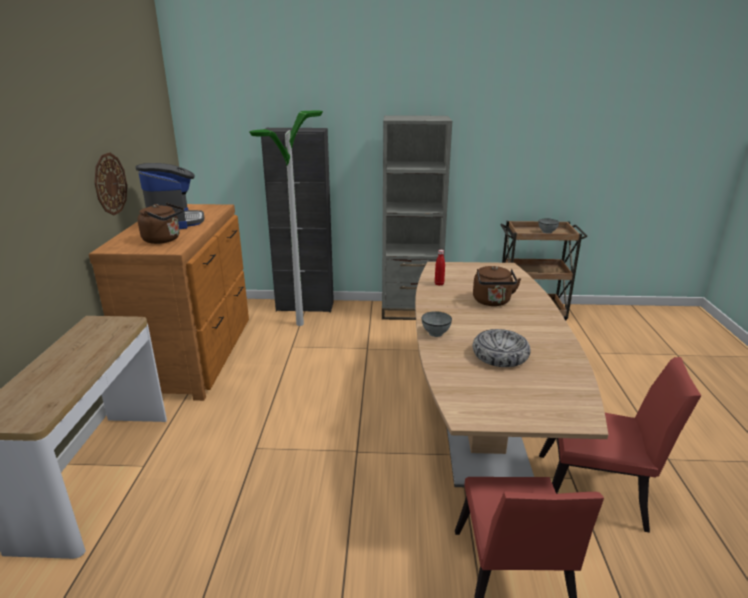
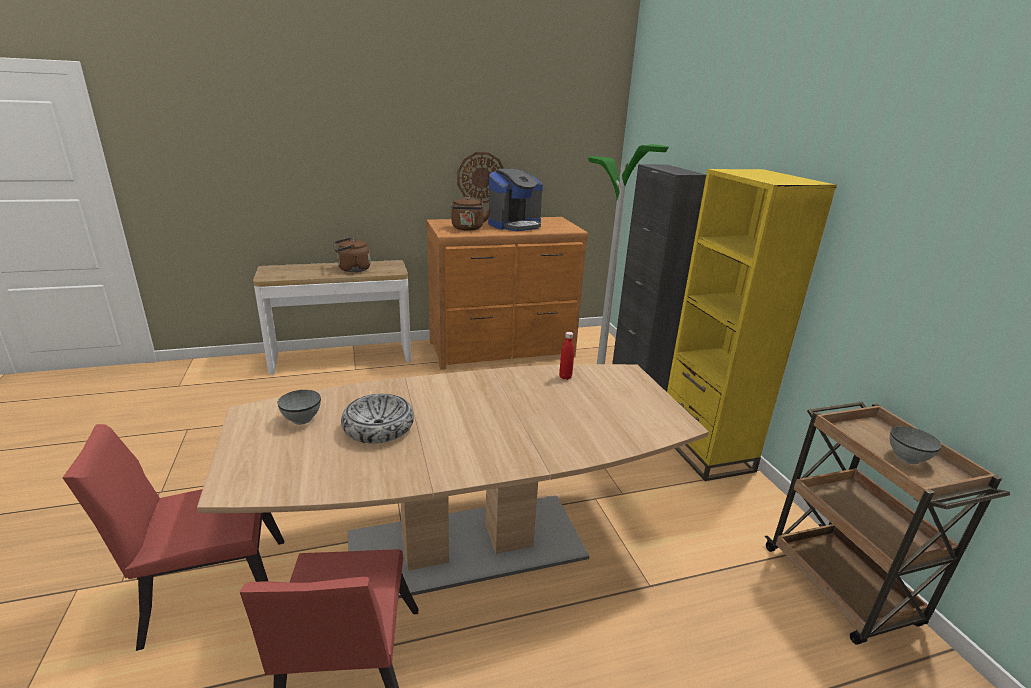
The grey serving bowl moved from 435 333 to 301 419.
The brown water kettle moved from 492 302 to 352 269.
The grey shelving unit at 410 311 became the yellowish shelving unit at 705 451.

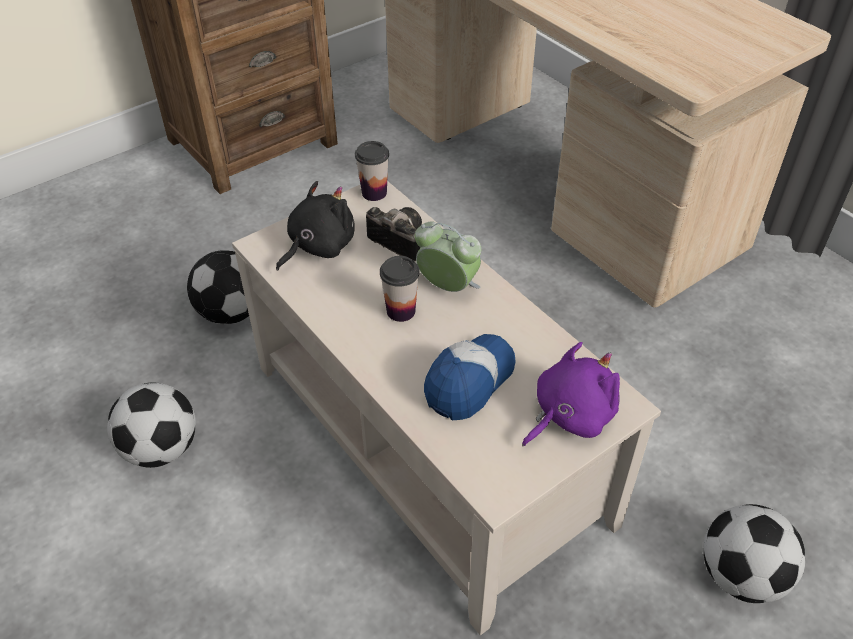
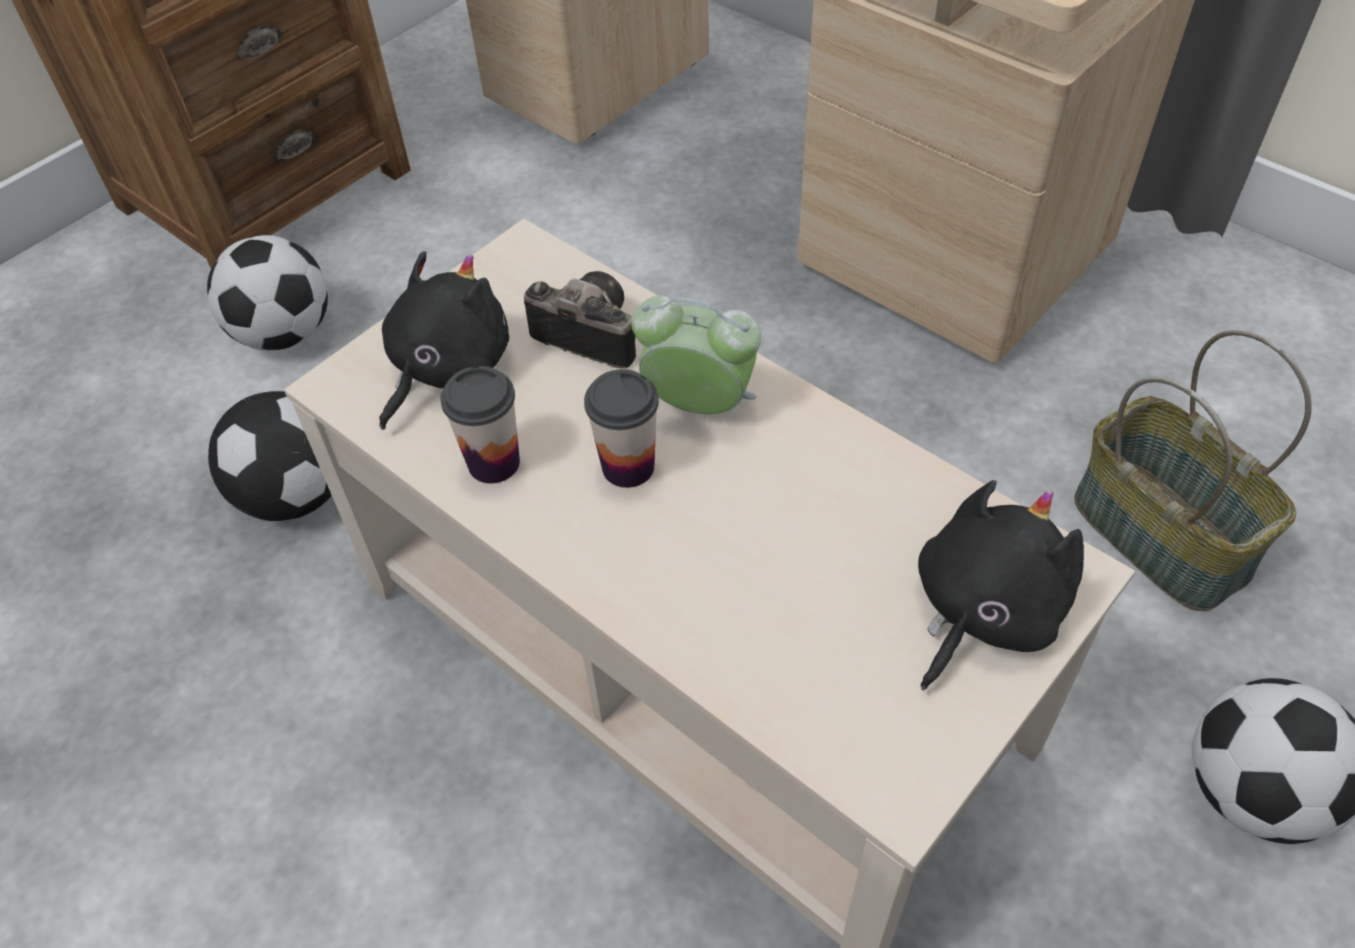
The peaked cap at 469 381 disappeared.
The storage basket at 1163 535 appeared.
The ball for football moved from 161 449 to 284 334.
The small cup moved from 374 193 to 494 463.
The purplish cuddly toy at 569 415 became the blackish cuddly toy at 982 611.

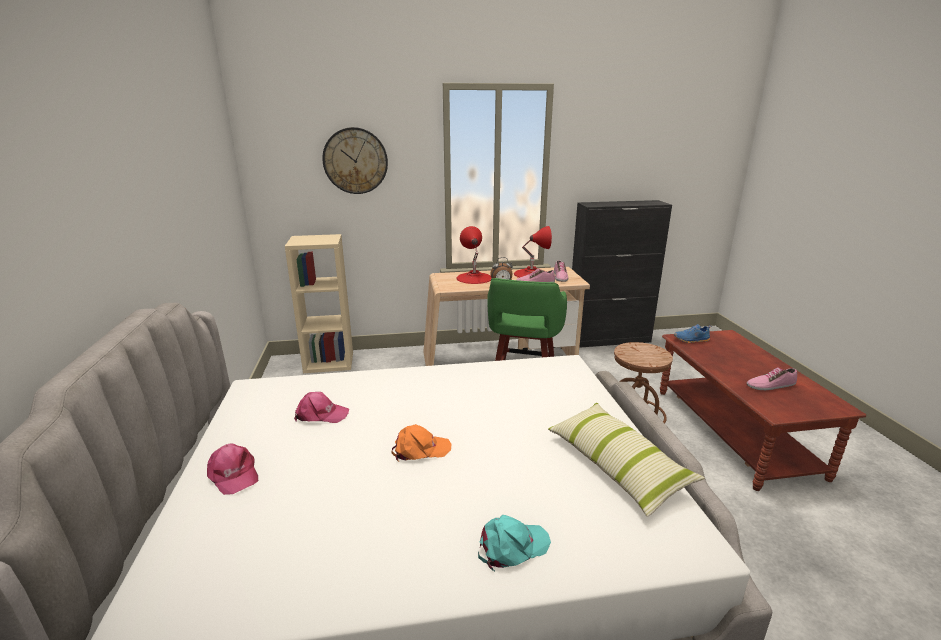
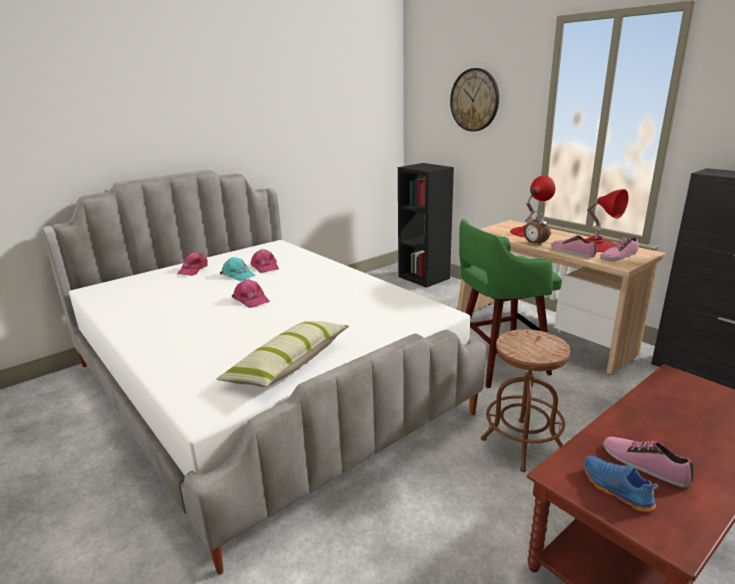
The blue-green peaked cap moved from 512 547 to 238 275.
The blue-coloured shoe moved from 691 340 to 615 489.
The beige shelving unit at 329 362 became the blackish shelving unit at 424 277.
The orange peaked cap at 420 450 became the pinkish peaked cap at 251 300.

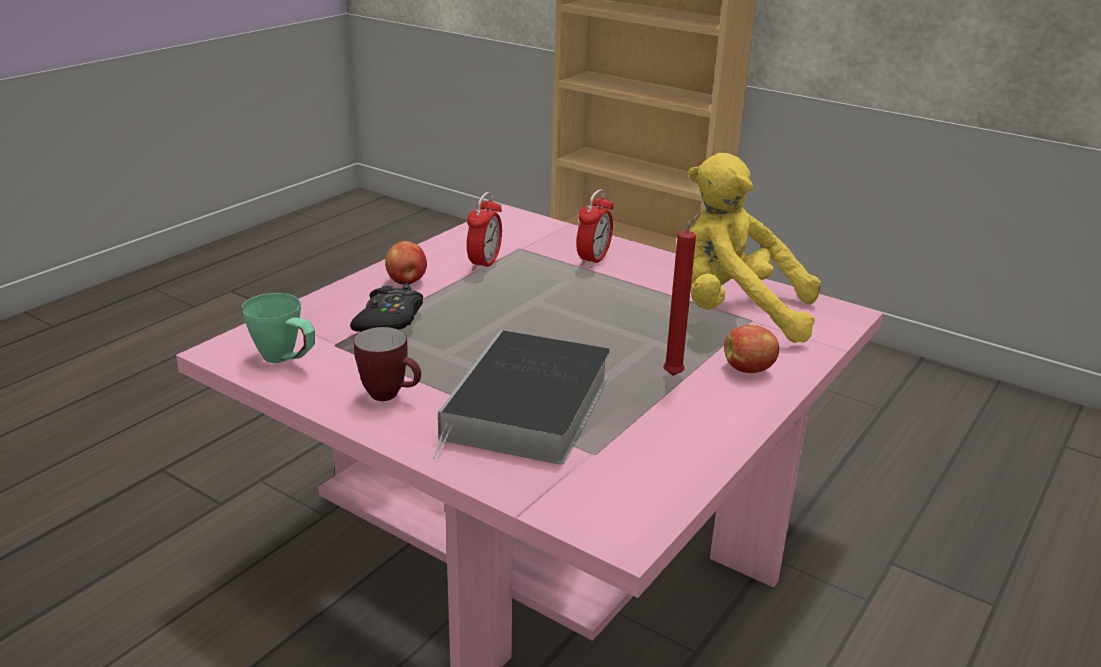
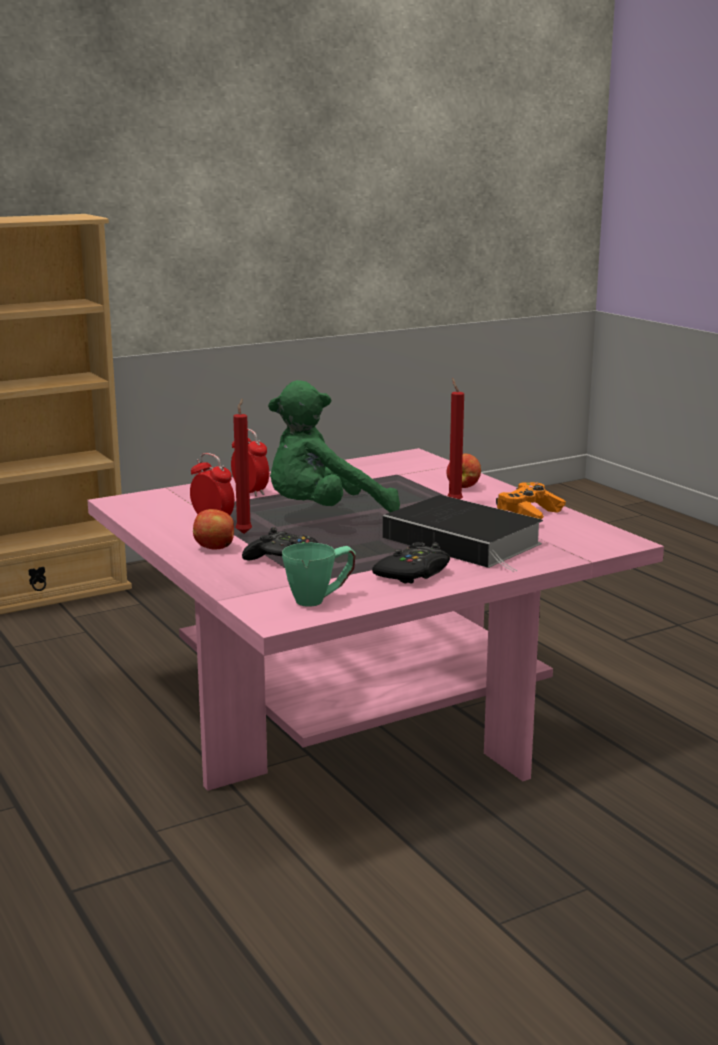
The yellowish cuddly toy at 734 314 disappeared.
The red wax light at 244 533 appeared.
The green cuddly toy at 323 514 appeared.
The orange game controller at 529 515 appeared.
The coffee mug at 391 395 was replaced by the blackish game controller at 413 573.

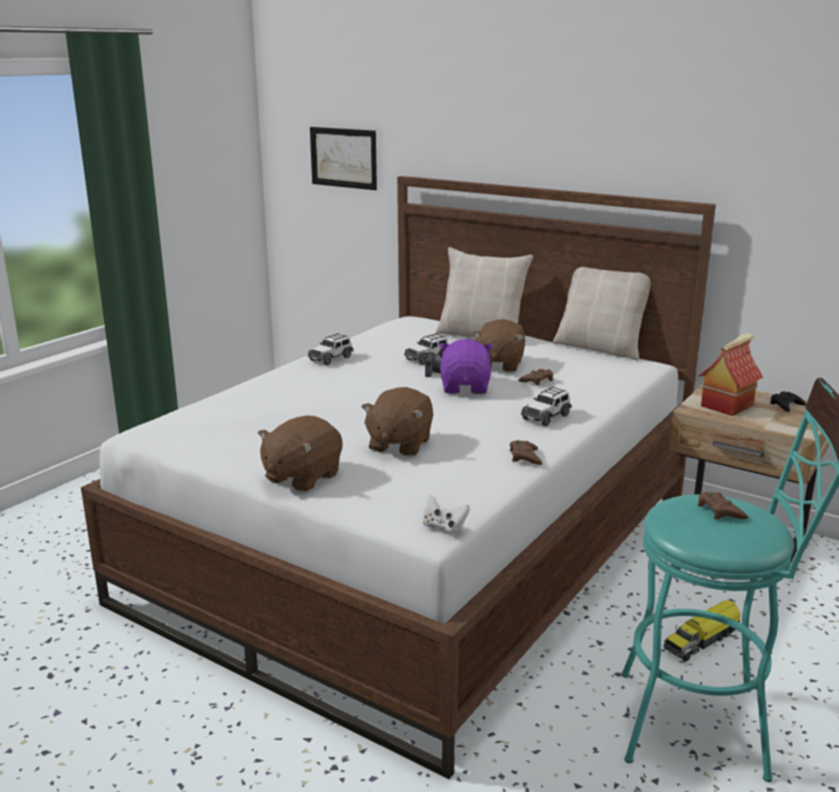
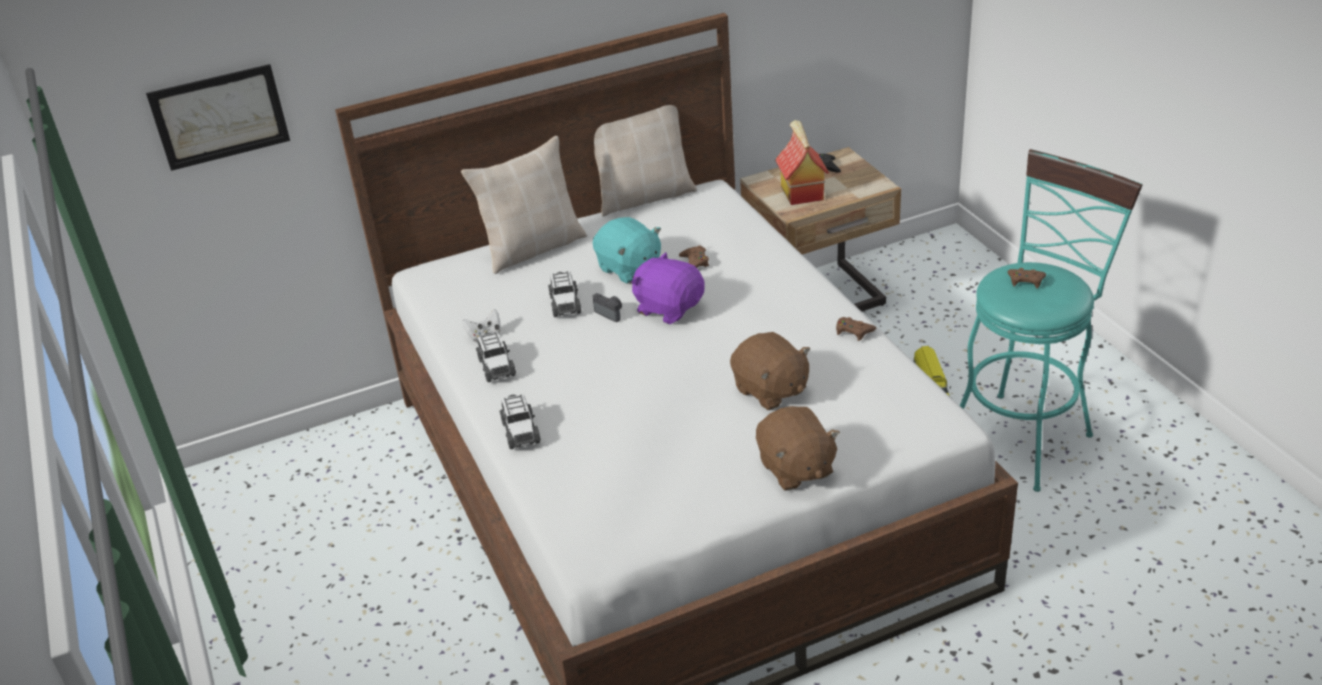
The white-coloured game controller moved from 443 527 to 484 334.
The miniature car moved from 546 417 to 520 431.
The brown cuddly toy at 498 365 became the blue-green cuddly toy at 629 268.

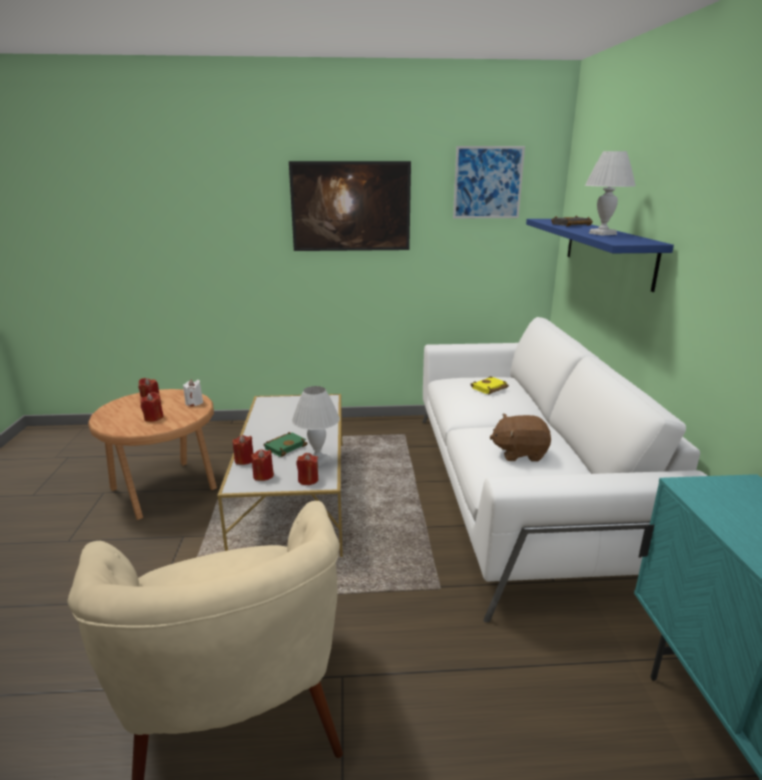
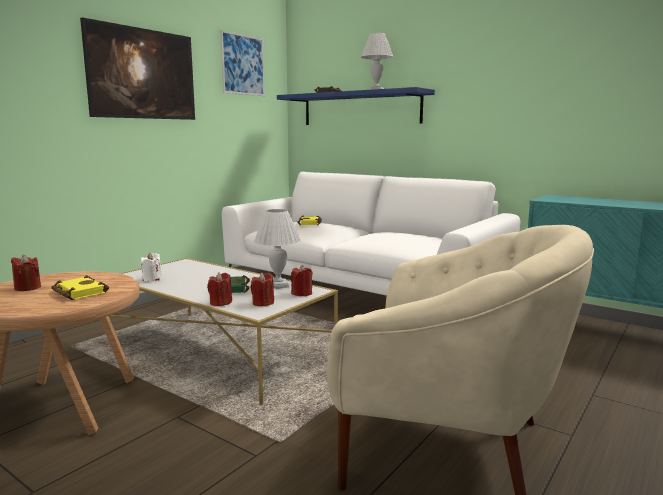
The brown cuddly toy at 519 453 disappeared.
The white-coloured wax light moved from 194 403 to 152 279.
The red wax light at 153 418 was replaced by the yellowish book at 78 292.

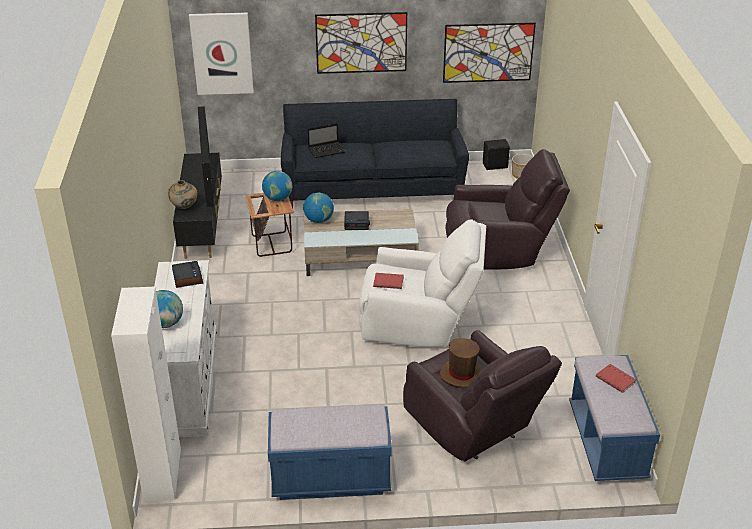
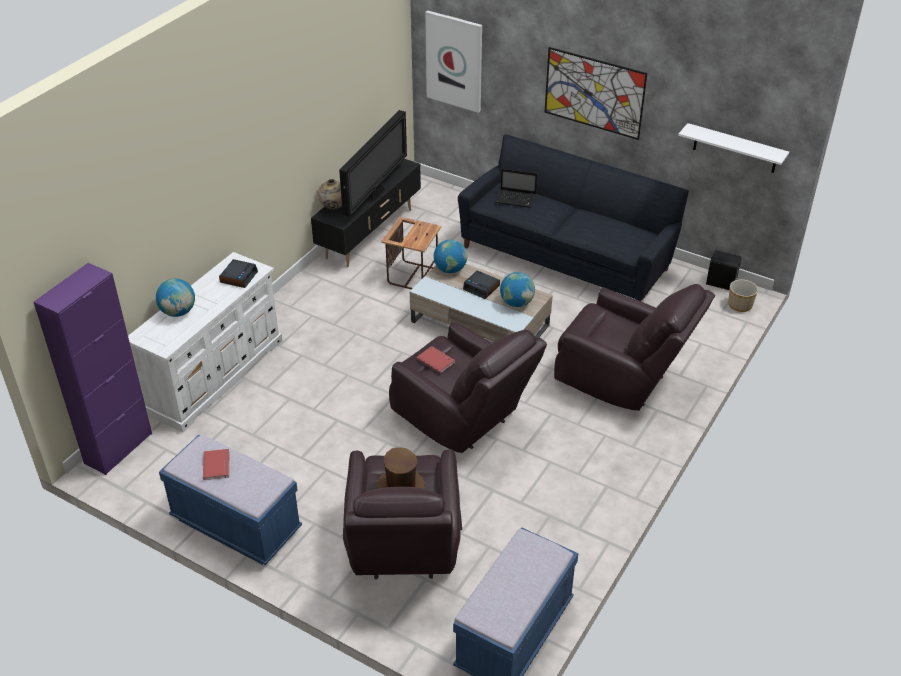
The desk globe moved from 278 198 to 516 303.
The red book moved from 616 378 to 217 465.
The wall art at 488 52 was replaced by the white-coloured wall shelf at 735 149.
The white-coloured cupboard at 162 474 became the purplish cupboard at 118 448.
The white-coloured armchair at 419 324 became the brown armchair at 463 419.

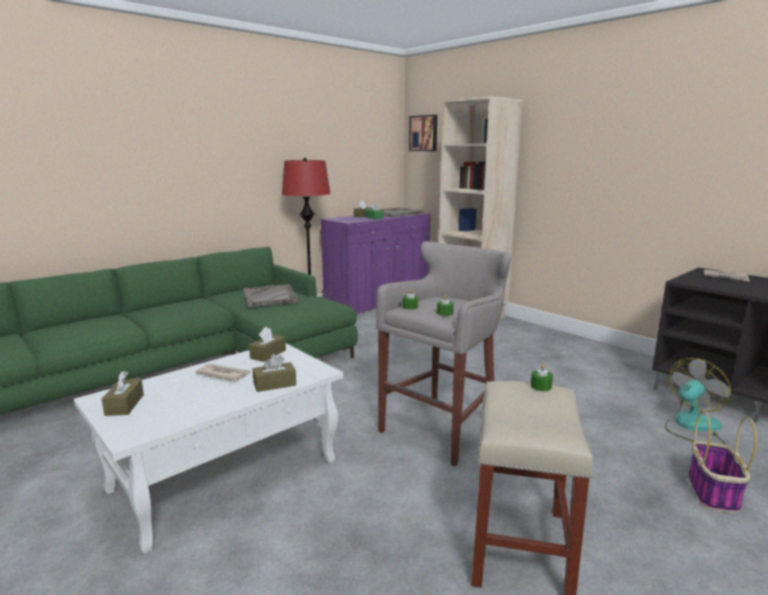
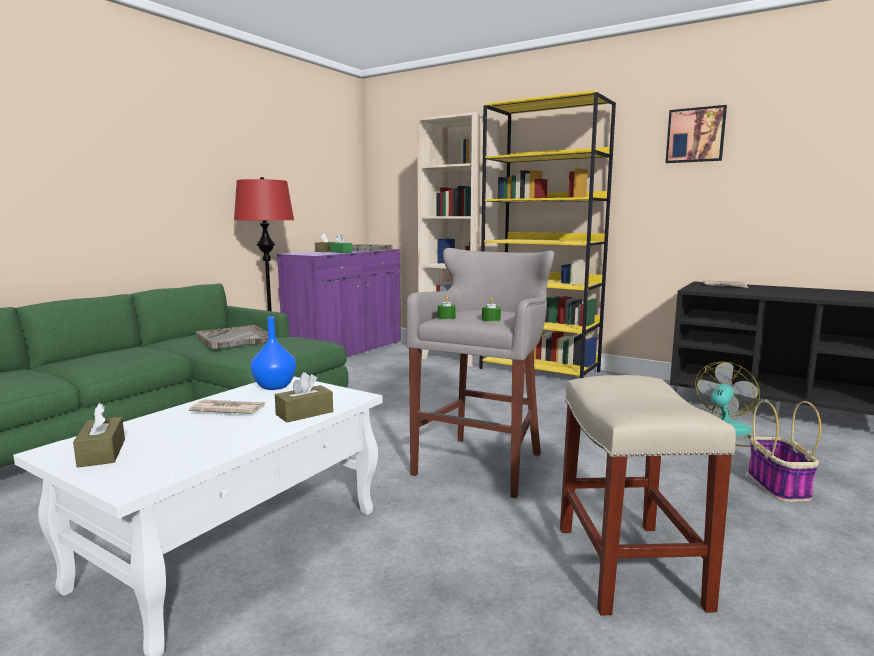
The green wax light at 541 386 disappeared.
The yellowish shelving unit at 540 370 appeared.
The wall art moved from 424 133 to 695 135.
The brown box of tissues at 268 354 was replaced by the blue-coloured decorative vase at 275 387.

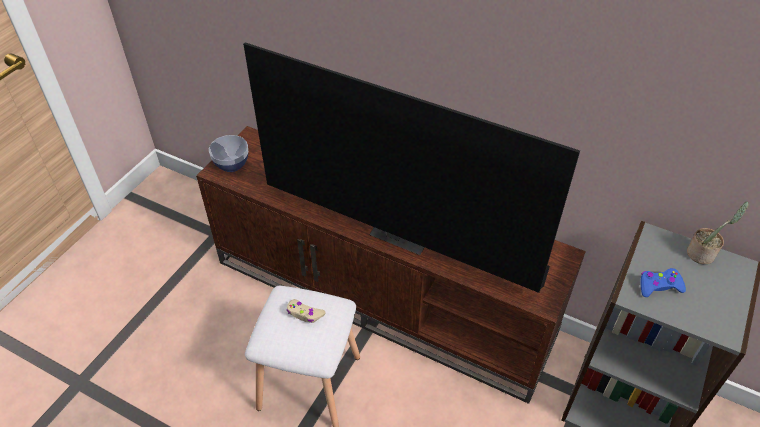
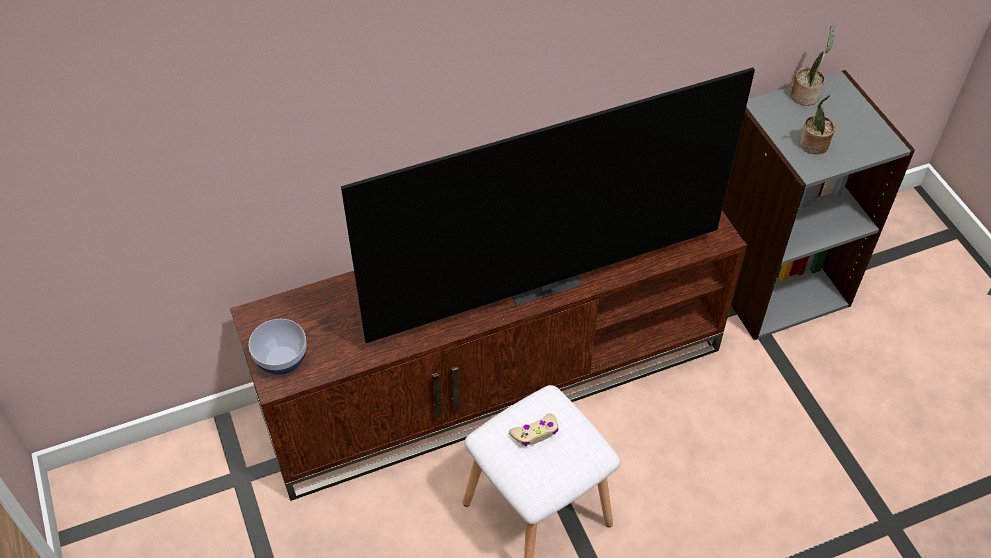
The blue-coloured game controller at 659 286 was replaced by the houseplant at 813 145.

